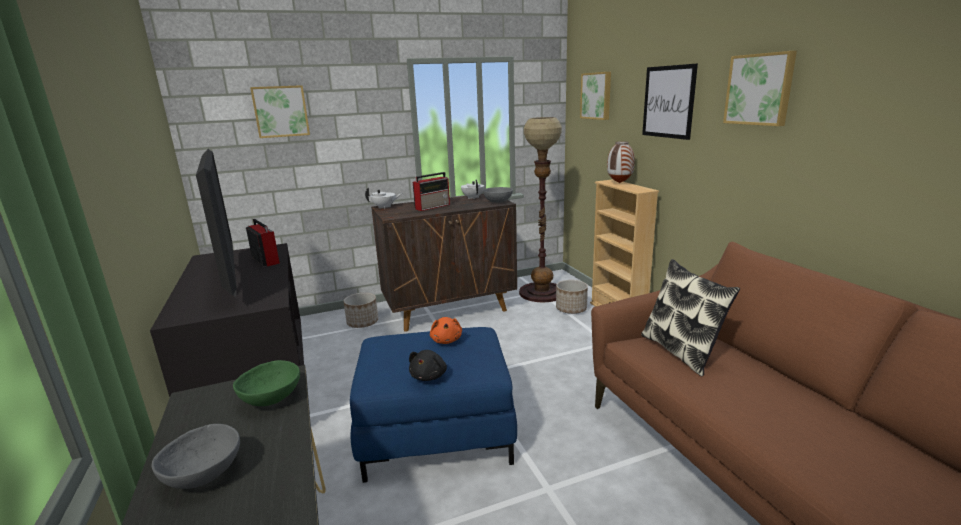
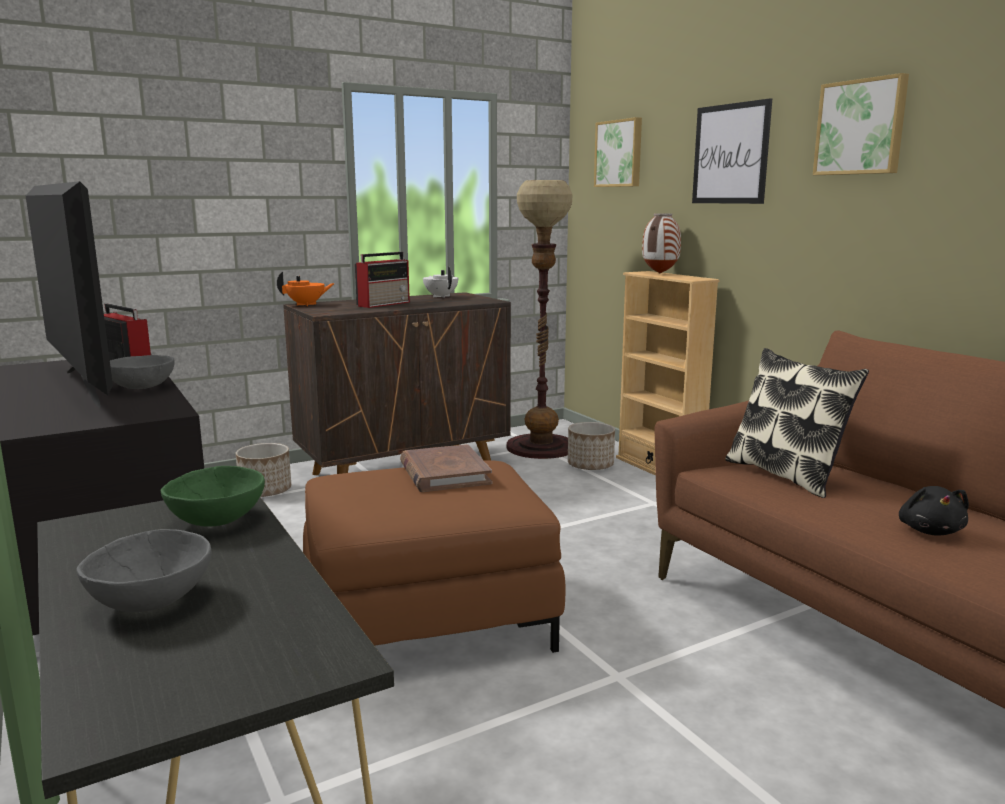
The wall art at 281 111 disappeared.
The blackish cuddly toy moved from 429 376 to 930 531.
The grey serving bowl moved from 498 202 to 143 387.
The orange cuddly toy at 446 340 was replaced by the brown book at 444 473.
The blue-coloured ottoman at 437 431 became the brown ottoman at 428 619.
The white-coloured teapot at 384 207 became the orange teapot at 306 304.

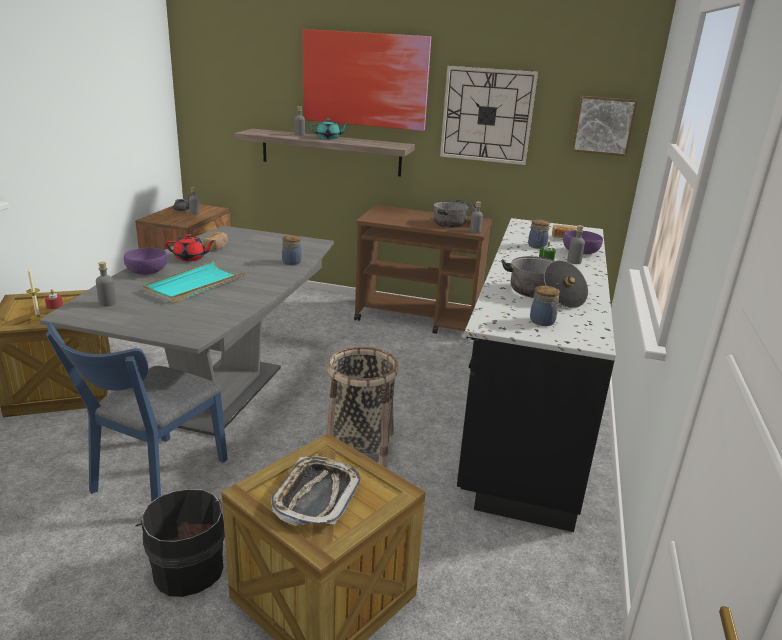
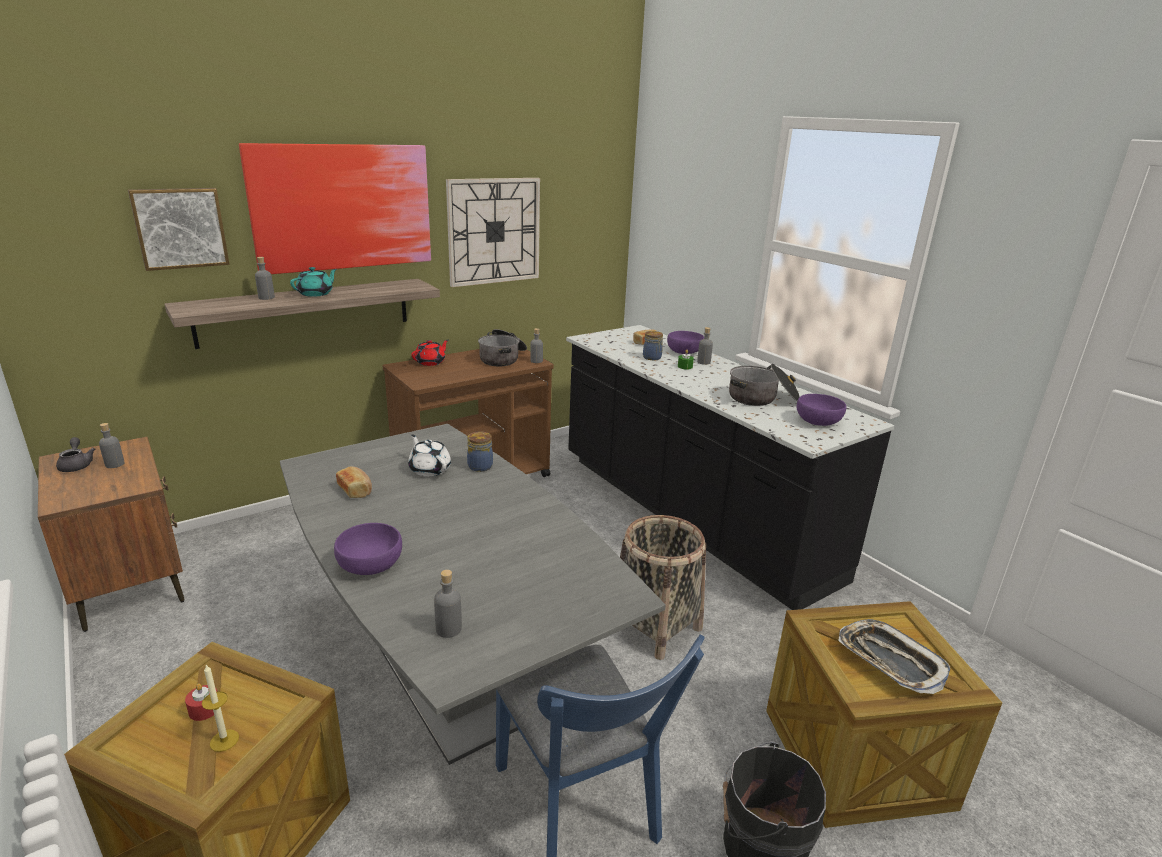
The blue-green carrying tray at 195 285 disappeared.
The white-coloured teapot at 429 469 appeared.
The red teapot moved from 191 258 to 431 362.
The wall art moved from 603 125 to 180 228.
The jar at 543 322 was replaced by the purplish serving bowl at 818 421.

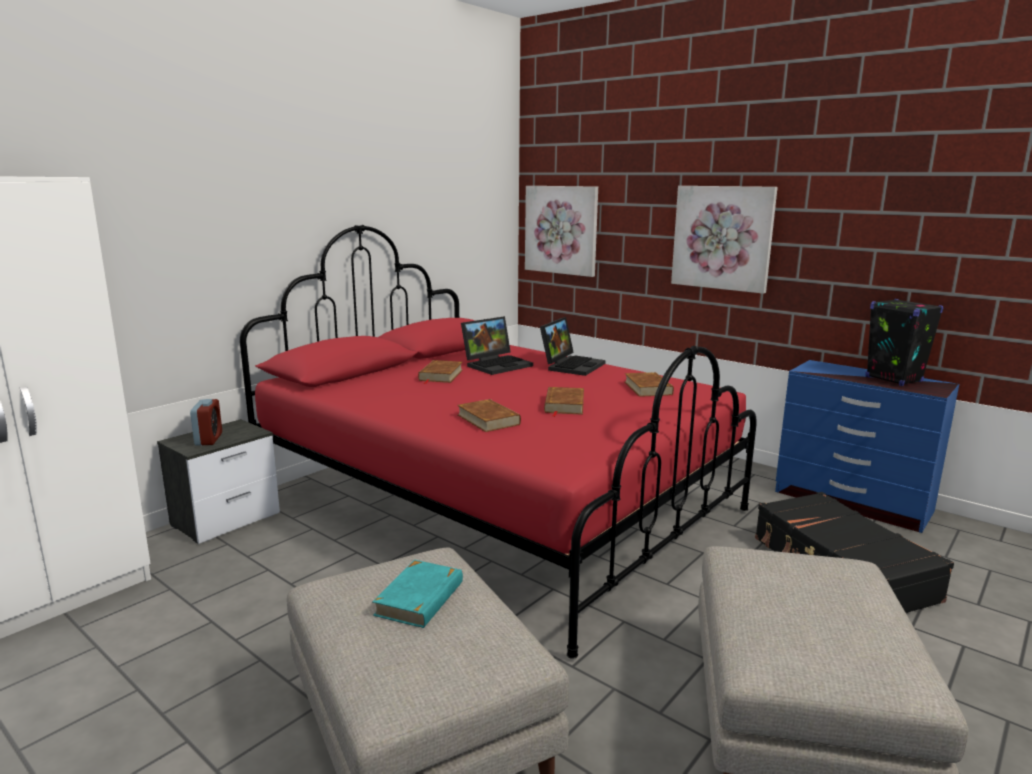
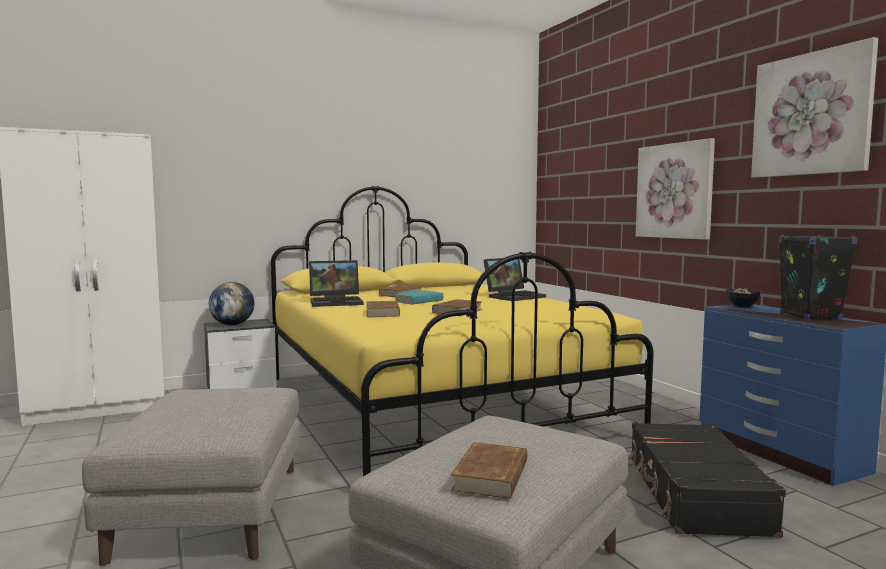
The serving bowl at 741 306 appeared.
The blue-green book moved from 420 598 to 419 301.
The portable computer moved from 497 364 to 337 302.
The wall art moved from 561 230 to 812 114.
The brown book moved from 648 388 to 491 476.
The table clock at 208 439 was replaced by the desk globe at 232 324.
The red bed at 497 503 became the yellowish bed at 433 405.

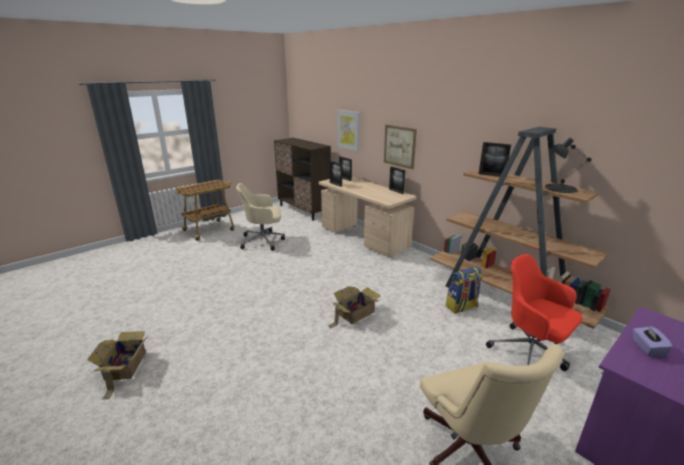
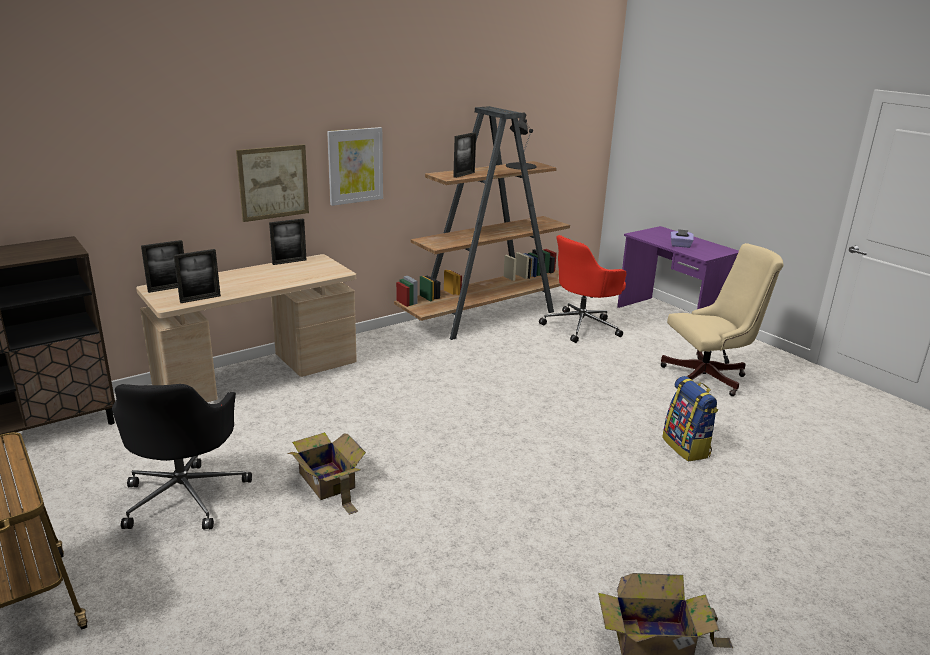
The packing box moved from 354 314 to 327 482.
The wall art moved from 348 130 to 355 166.
The knapsack moved from 462 307 to 686 447.
The beige office chair at 263 241 became the blackish office chair at 185 495.

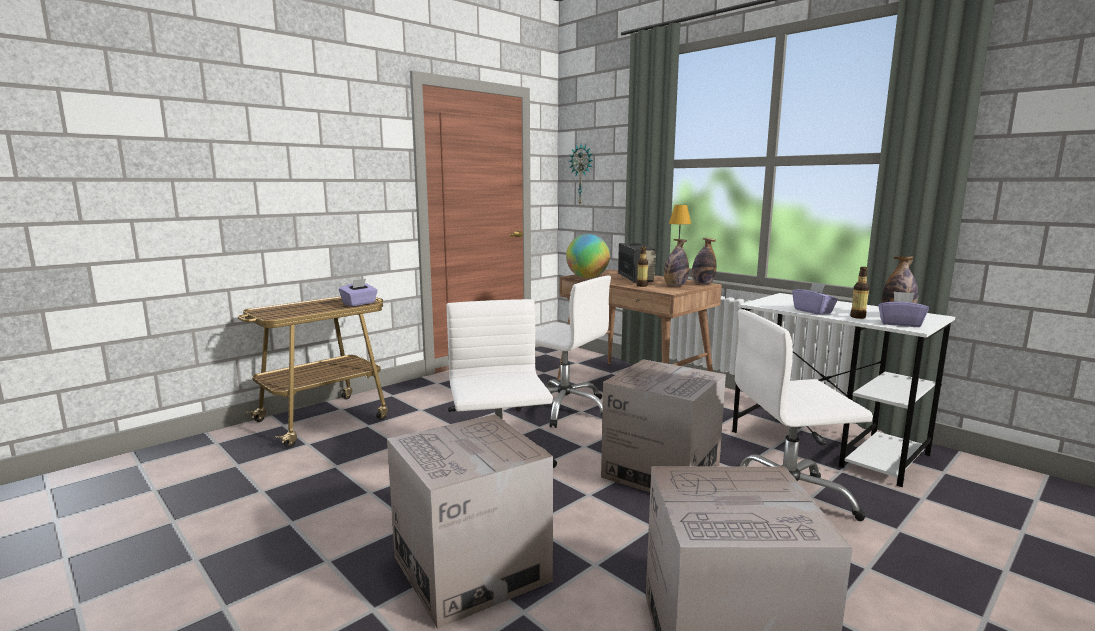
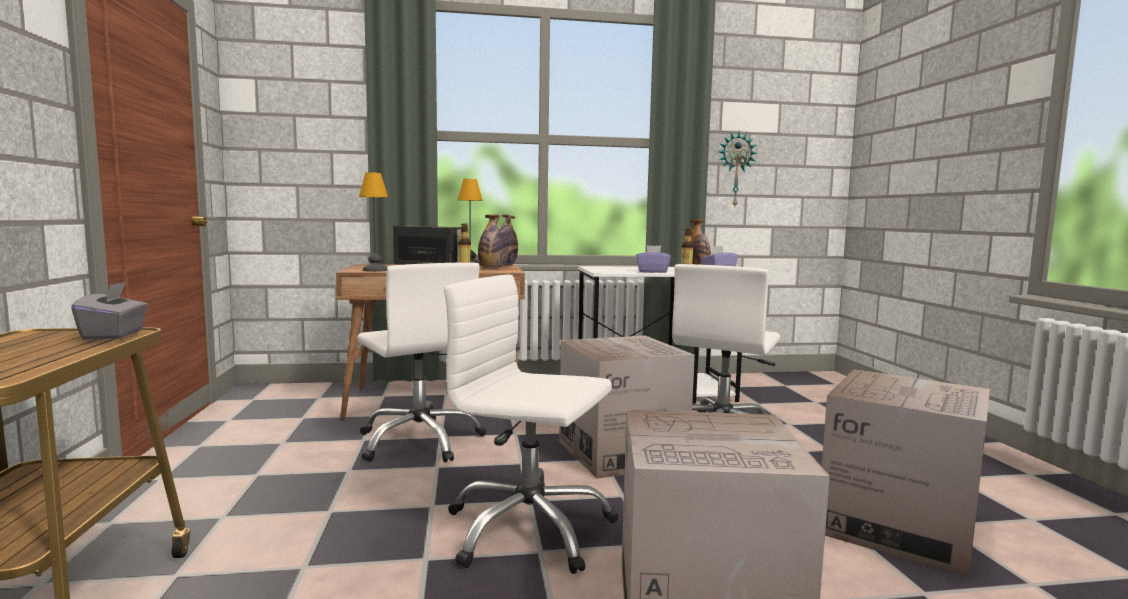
The wall clock moved from 582 174 to 735 169.
The desk globe at 587 277 was replaced by the tabletop lamp at 374 270.
The purplish box of tissues at 359 303 became the grey box of tissues at 114 334.
The white-coloured office chair at 565 409 turned 75 degrees clockwise.

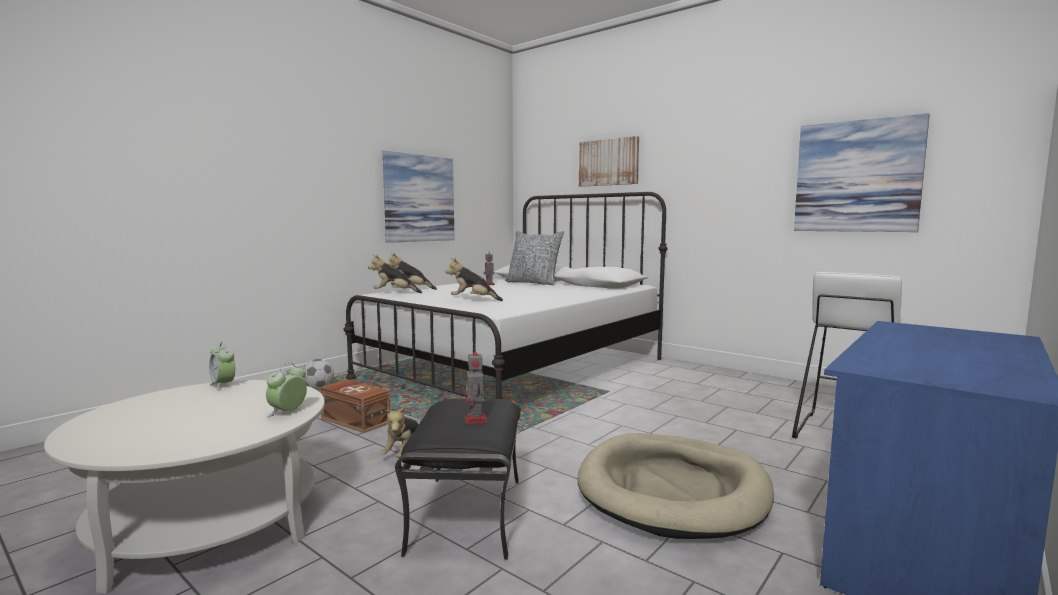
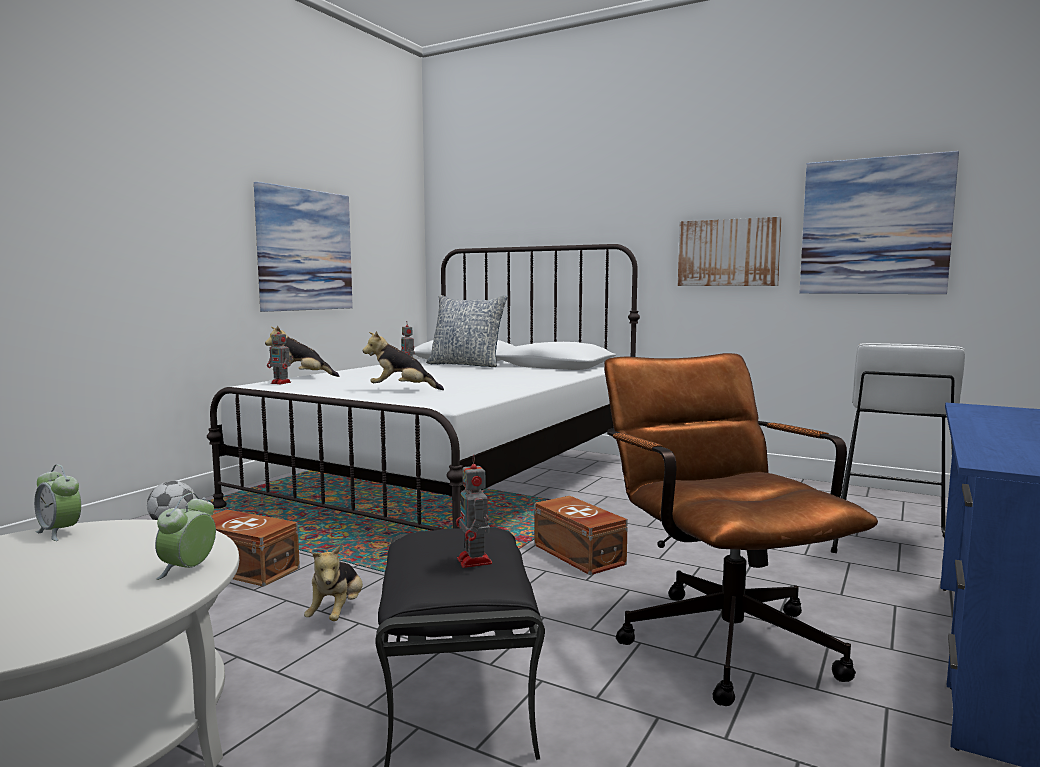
The brown storage box at 578 555 appeared.
The wall art moved from 608 162 to 728 252.
The cuddly toy at 394 293 was replaced by the model robot at 281 383.
The beige dog cushion at 673 490 was replaced by the brown office chair at 719 634.

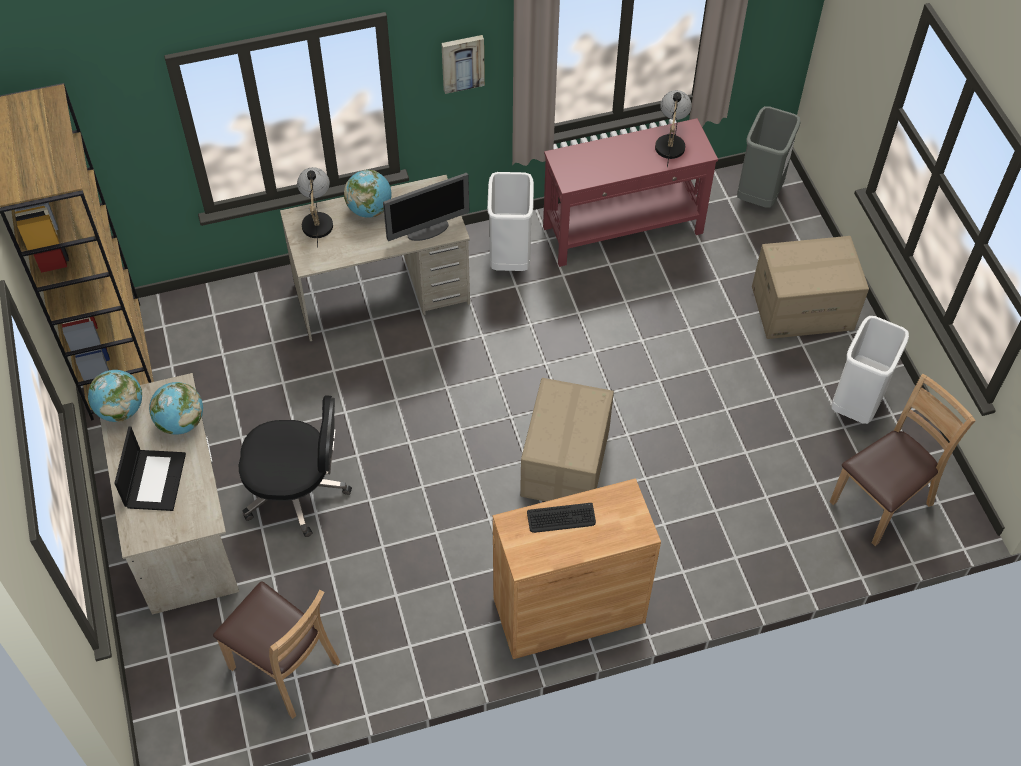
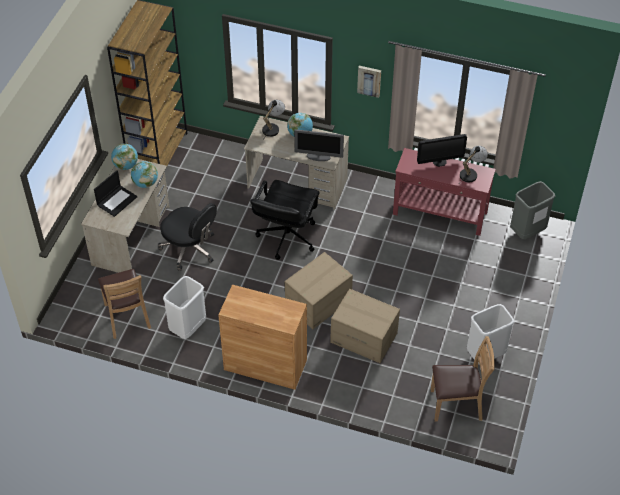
The keyboard at 561 518 disappeared.
The blackish office chair at 286 237 appeared.
The computer display at 439 162 appeared.
The white-coloured rubbish bin moved from 510 258 to 188 328.
The packing box moved from 802 307 to 364 337.

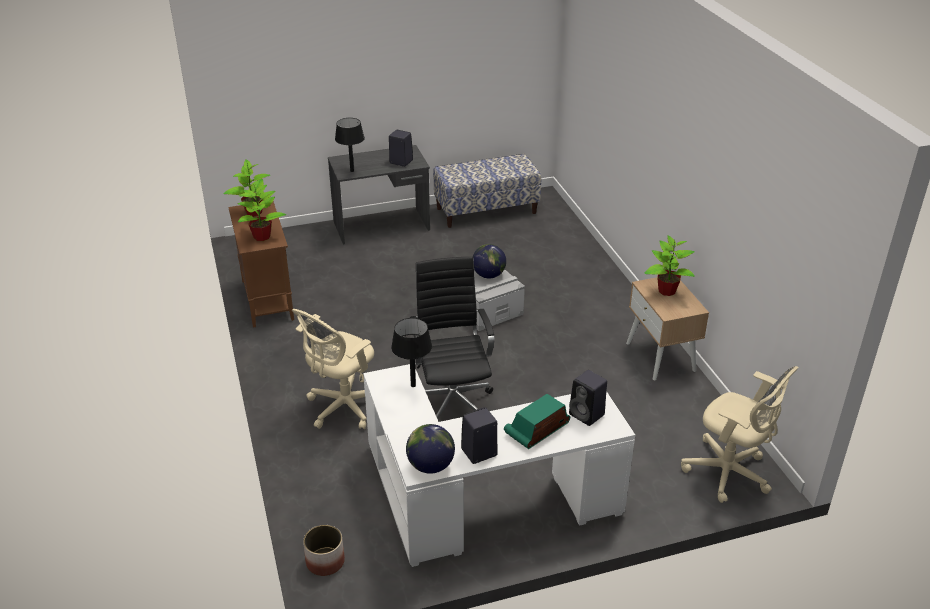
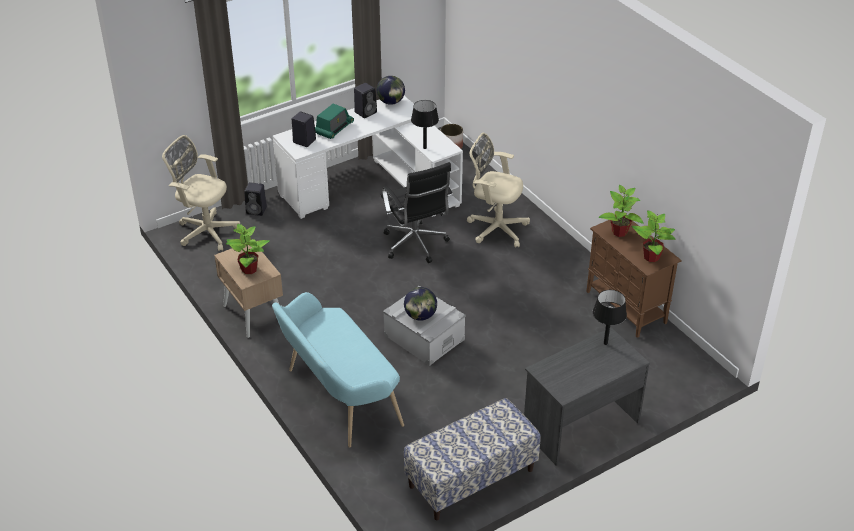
The blue-green long seat at 338 398 appeared.
The blackish speaker moved from 400 161 to 257 210.
The beige office chair at 343 407 turned 90 degrees counterclockwise.

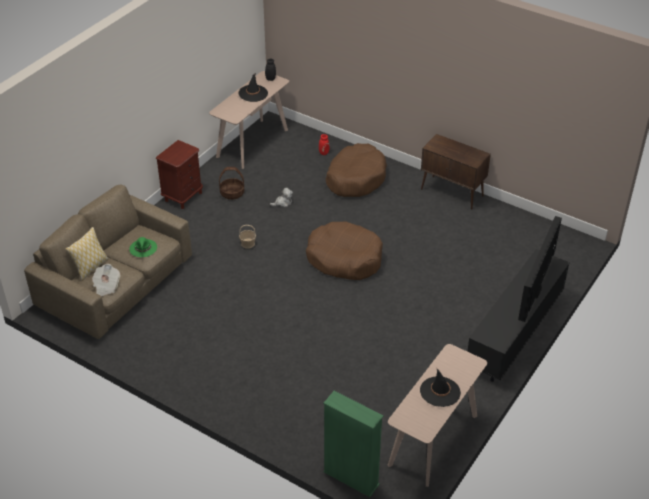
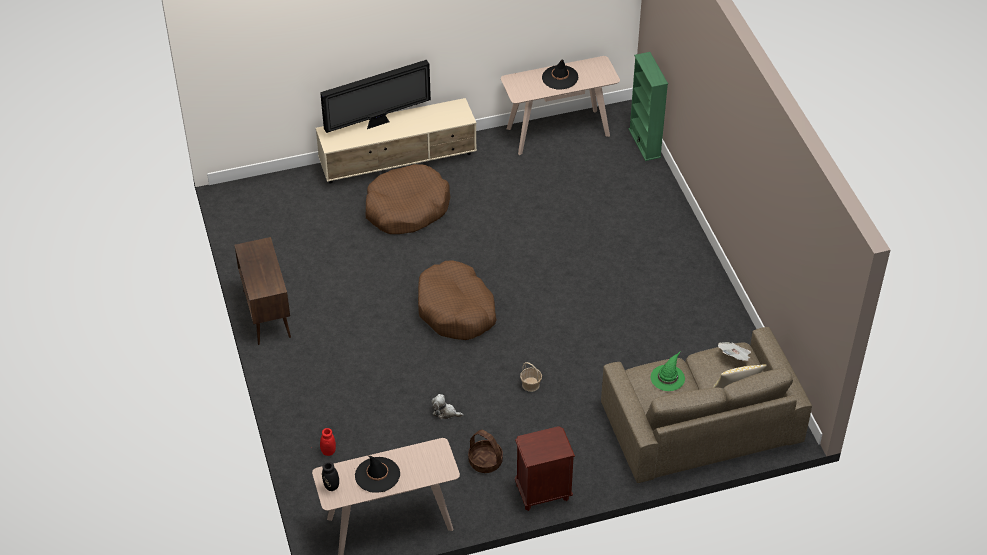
The brown dog cushion moved from 355 178 to 406 208.
The blackish media console at 514 333 became the beige media console at 399 162.

